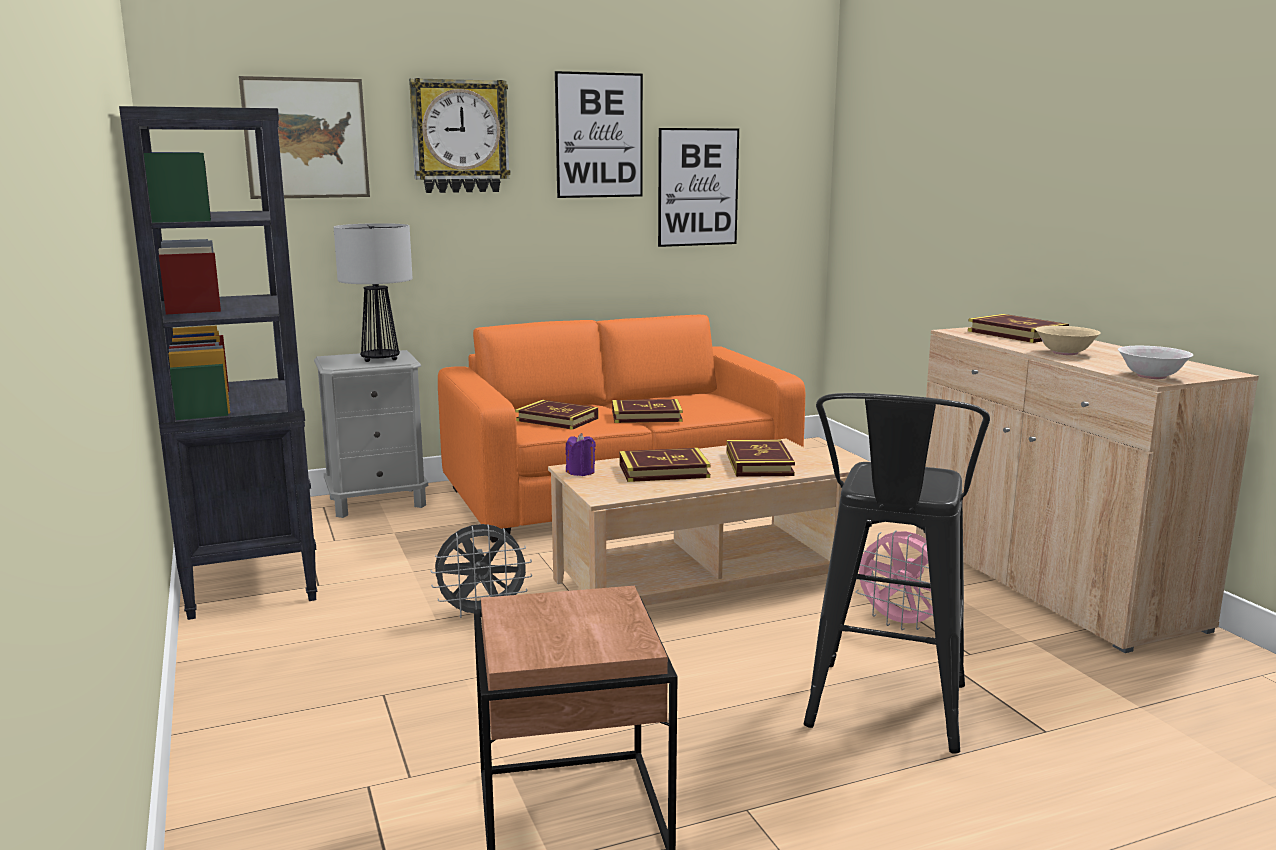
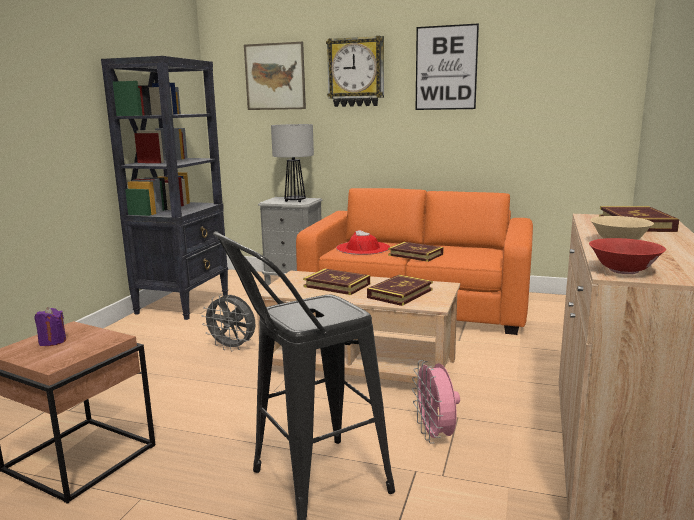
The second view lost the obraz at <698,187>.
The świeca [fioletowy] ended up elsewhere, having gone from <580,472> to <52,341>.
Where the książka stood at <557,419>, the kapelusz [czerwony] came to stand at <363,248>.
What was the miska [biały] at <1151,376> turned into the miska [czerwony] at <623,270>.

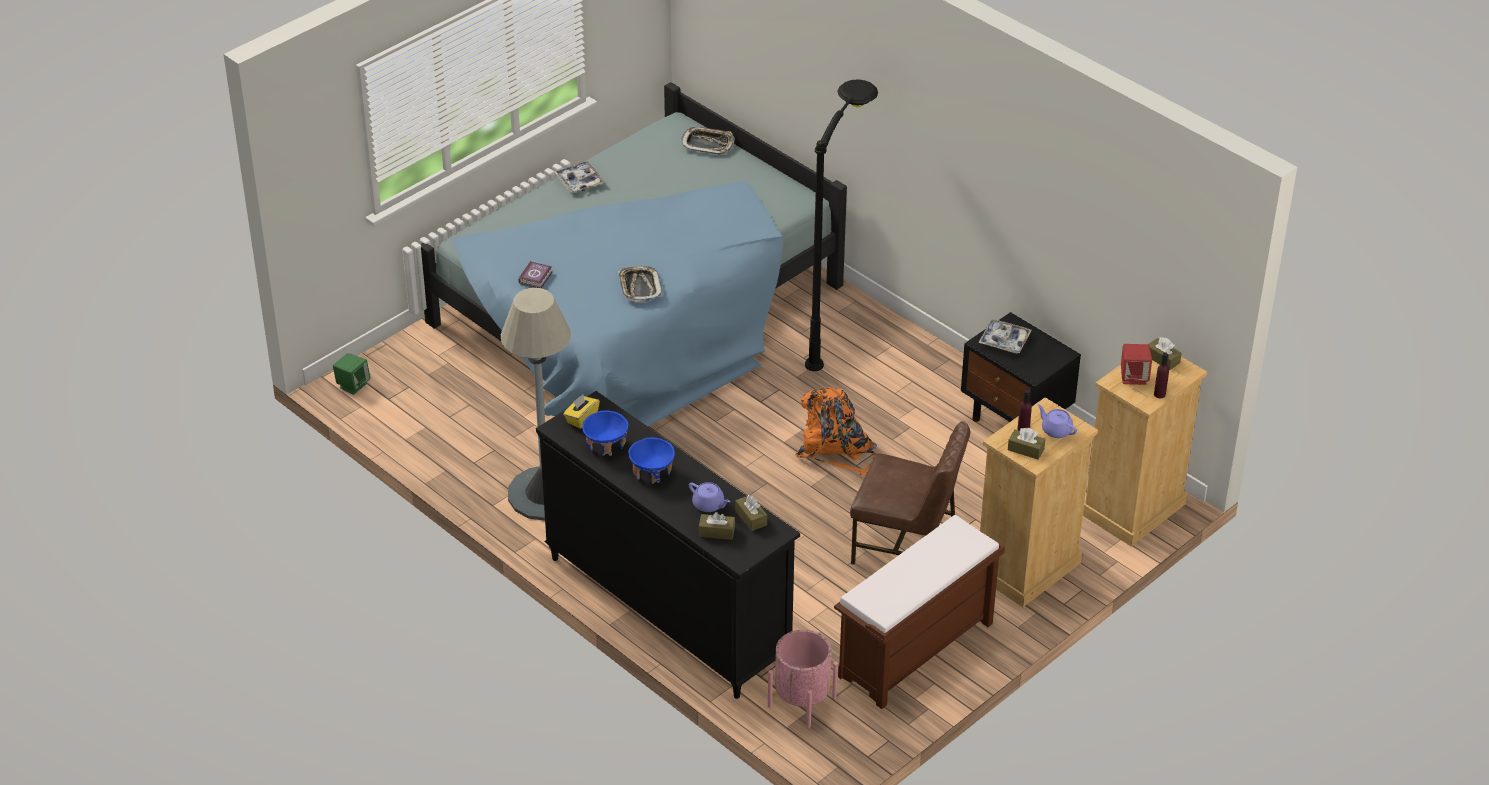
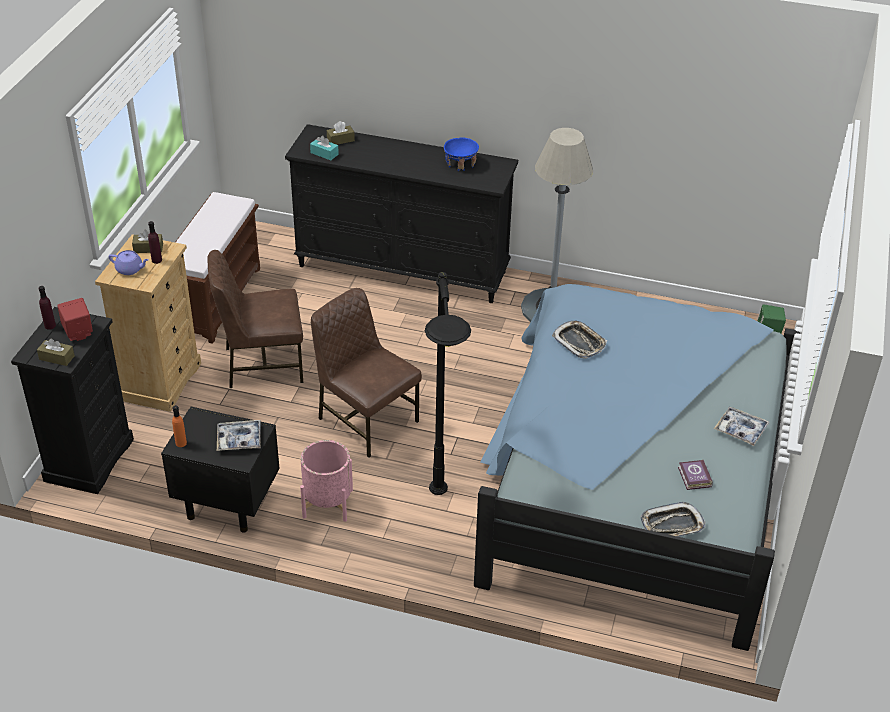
The second view lost the pudełko chusteczek [żółty] at <581,418>.
The second view lost the miska [niebieski] at <652,472>.
The second view lost the imbryk [fioletowy] at <709,505>.
The second view gained the butelka [pomarańczowy] at <181,443>.
The książka ended up elsewhere, having gone from <536,277> to <694,478>.
The donica [różowy] ended up elsewhere, having gone from <802,701> to <328,503>.
Where the plecak [pomarańczowy] stood at <836,449>, the krzesło [brązowy] came to stand at <366,419>.
What was the pudełko chusteczek [brązowy] at <751,518> turned into the pudełko chusteczek [turkusowy] at <324,153>.
What was the komoda [beżowy] at <1133,509> turned into the komoda [czarny] at <89,459>.

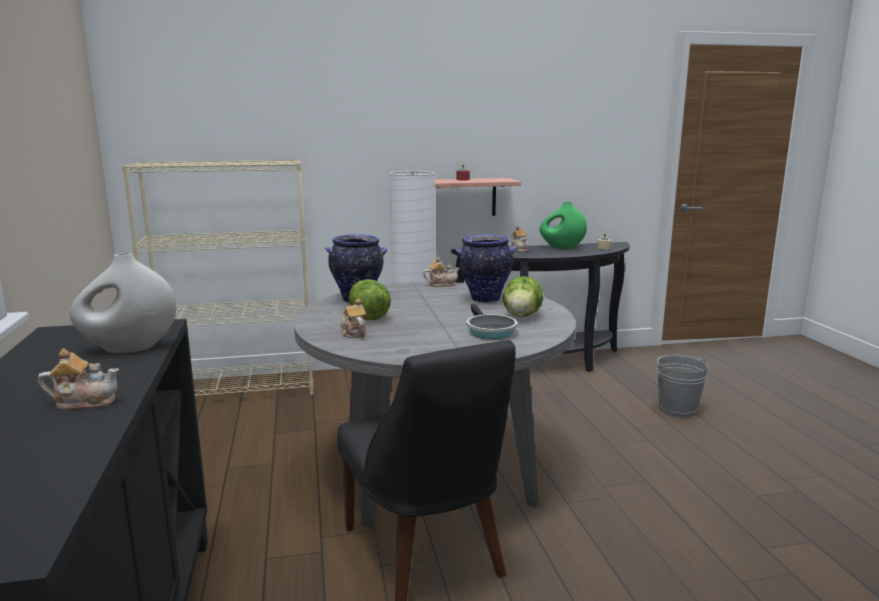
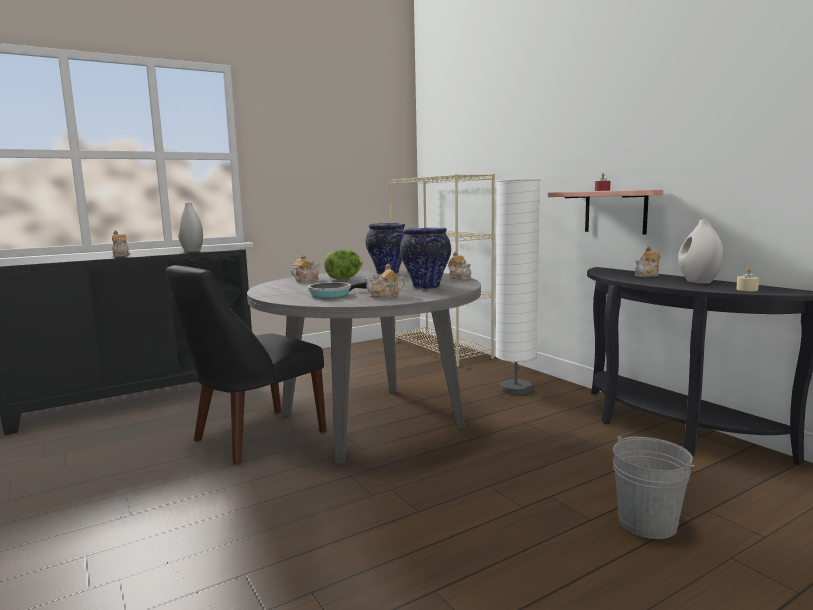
Where the sałata stood at <522,316>, the imbryk came to stand at <385,296>.
What was the wazon [zielony] at <562,248> turned into the wazon [biały] at <697,281>.

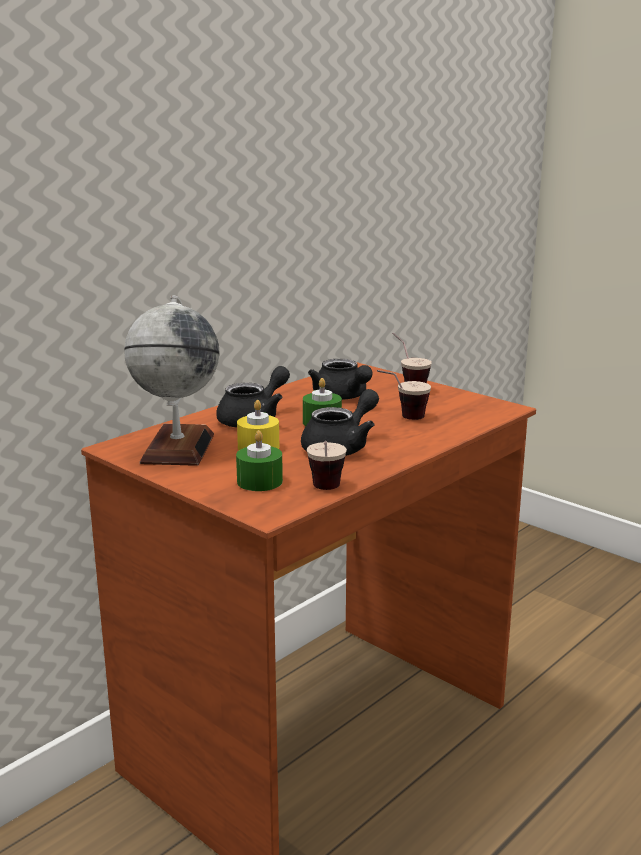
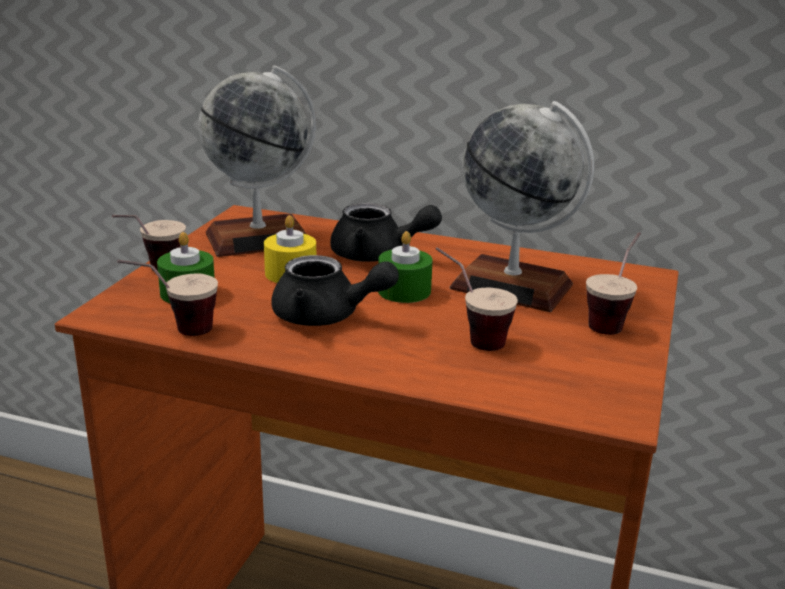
The second view gained the filiżanka at <152,274>.
Where the imbryk [czarny] stood at <342,397>, the globus came to stand at <512,286>.

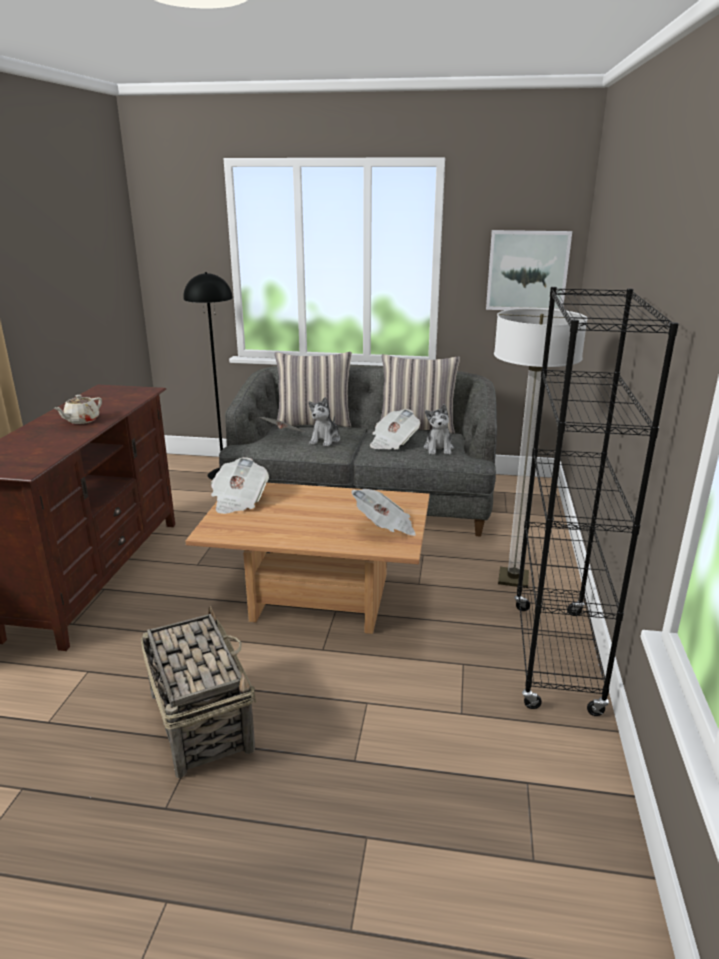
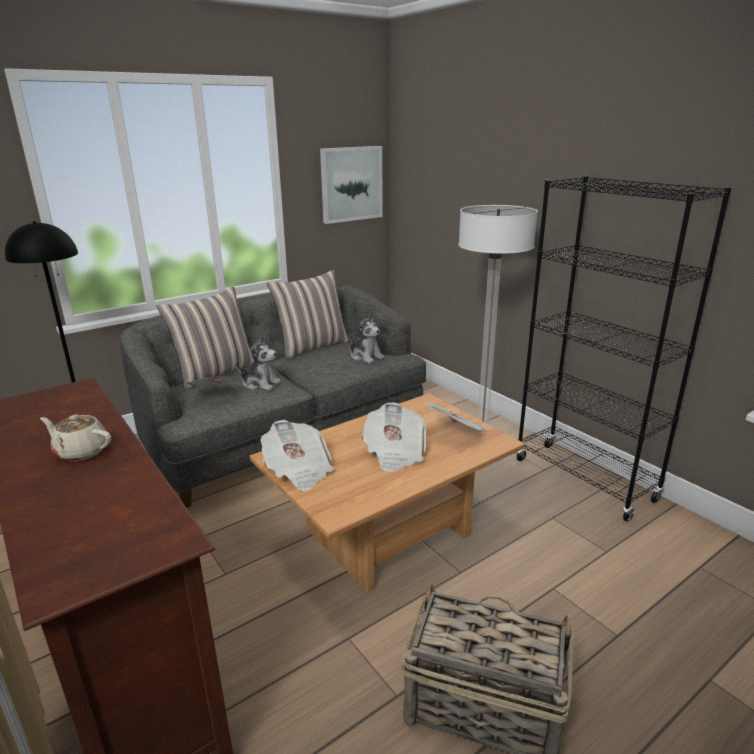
The gazeta ended up elsewhere, having gone from <392,443> to <394,453>.
The imbryk [beżowy] at <81,420> ended up facing another way, 120 degrees clockwise from before.
The pluszak at <325,440> ended up facing another way, 45 degrees counterclockwise from before.

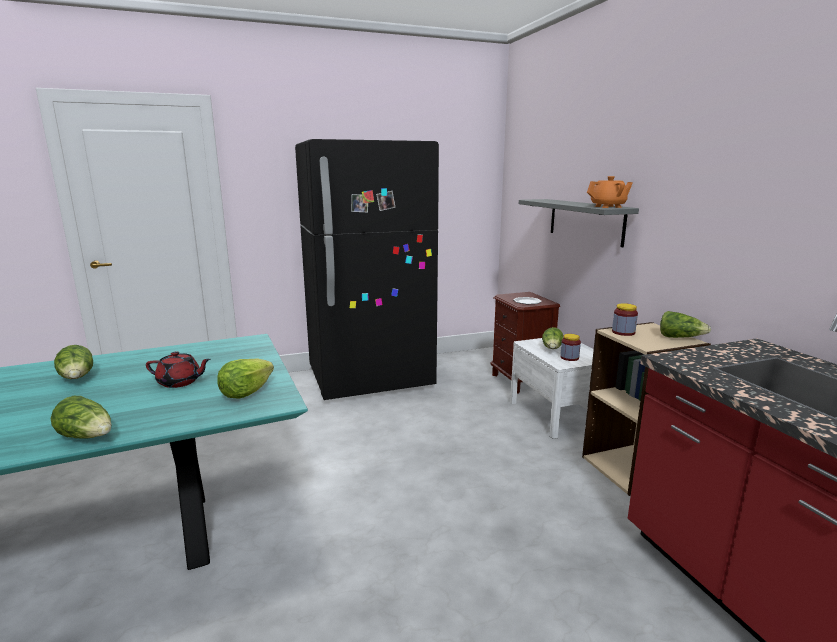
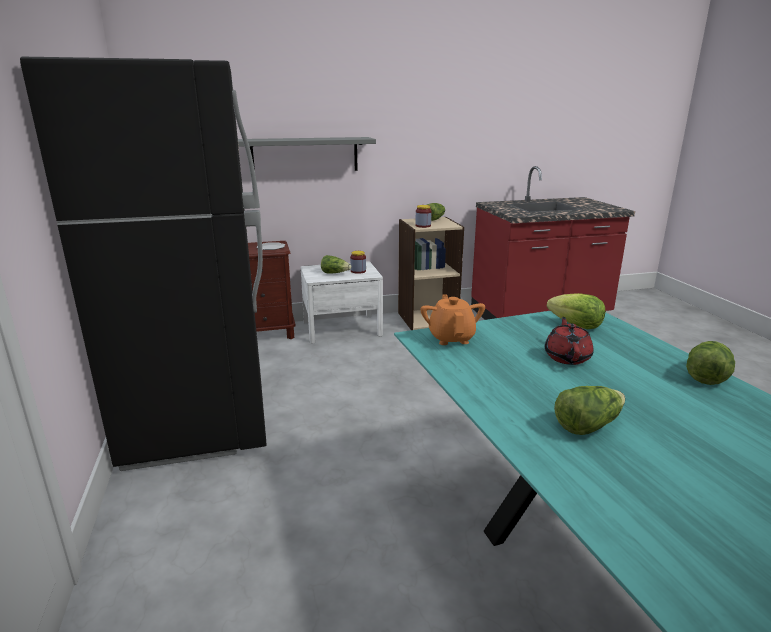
The imbryk [pomarańczowy] ended up elsewhere, having gone from <608,207> to <451,338>.

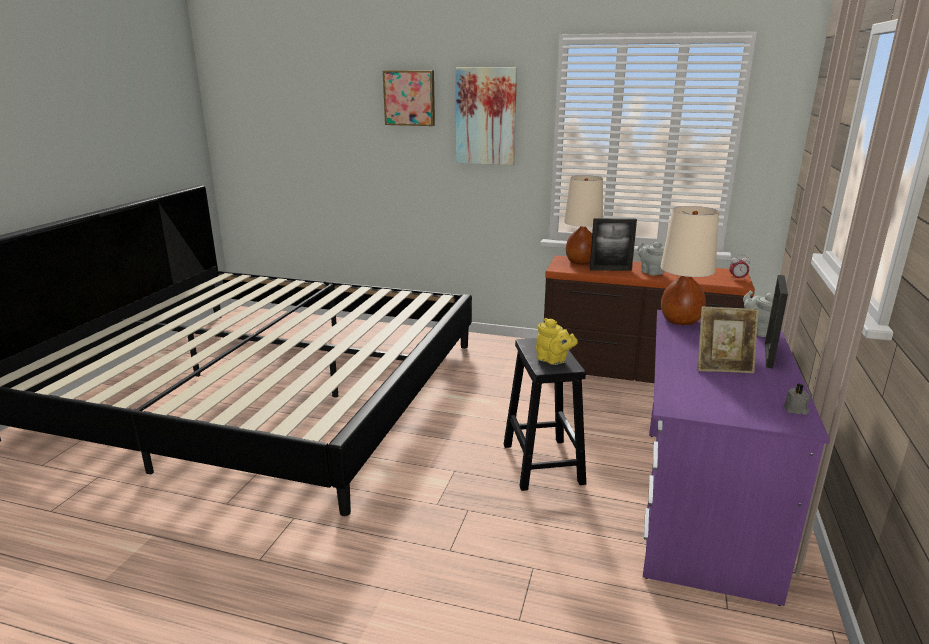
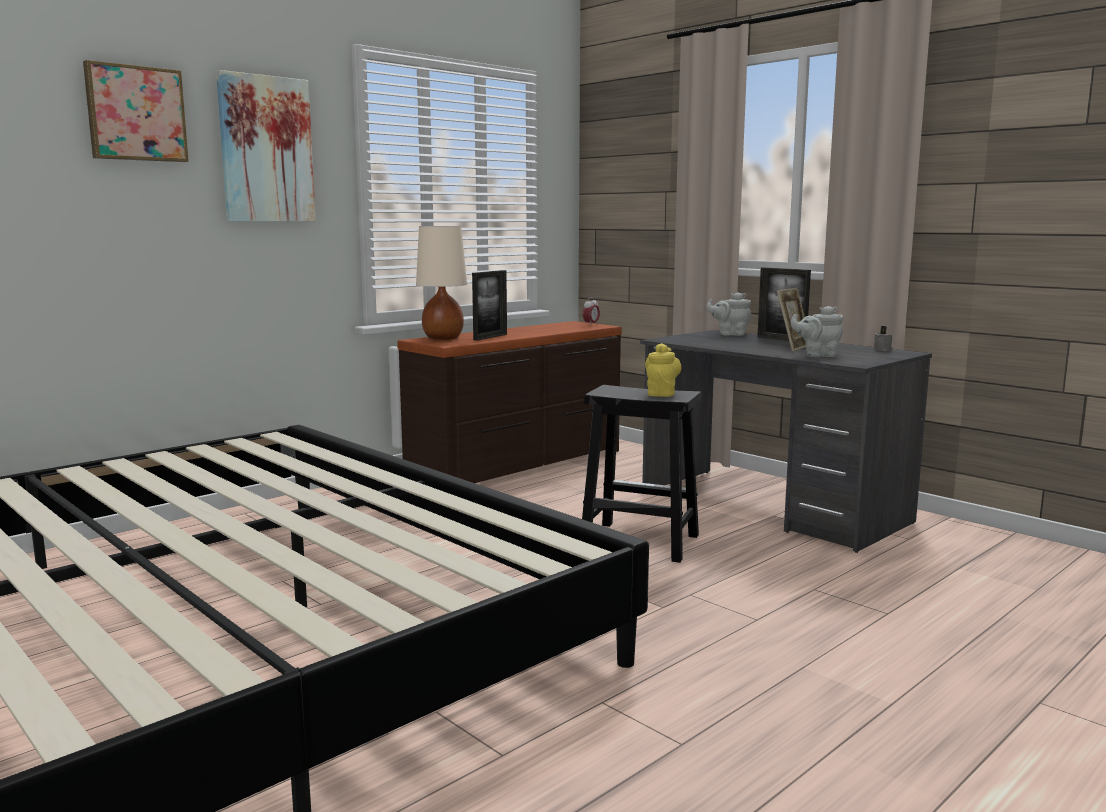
The second view lost the lampa stołowa [beżowy] at <681,320>.
The imbryk [szary] ended up elsewhere, having gone from <650,272> to <817,355>.
What was the biurko [fioletowy] at <702,505> turned into the biurko [szary] at <771,507>.
The imbryk [żółty] at <553,360> ended up facing another way, 60 degrees counterclockwise from before.

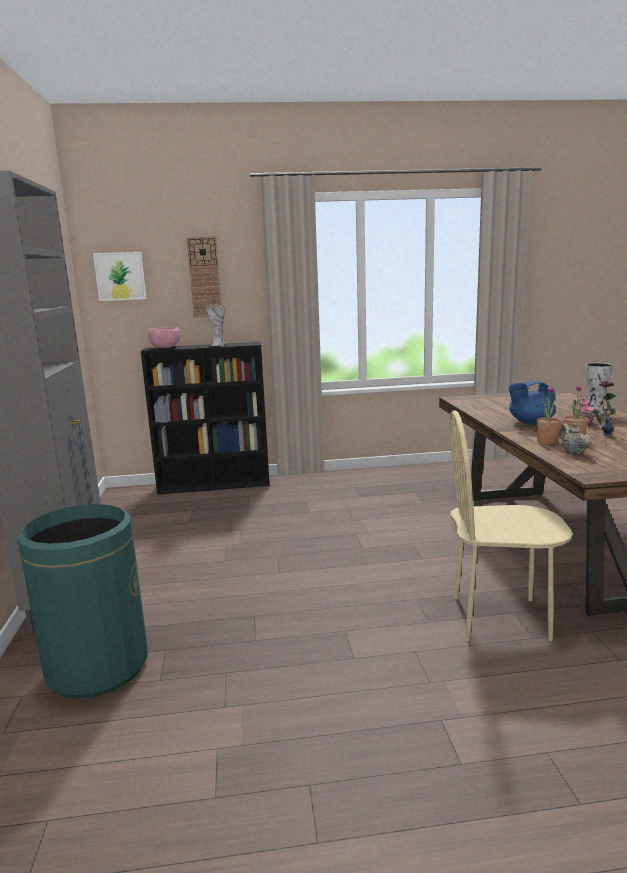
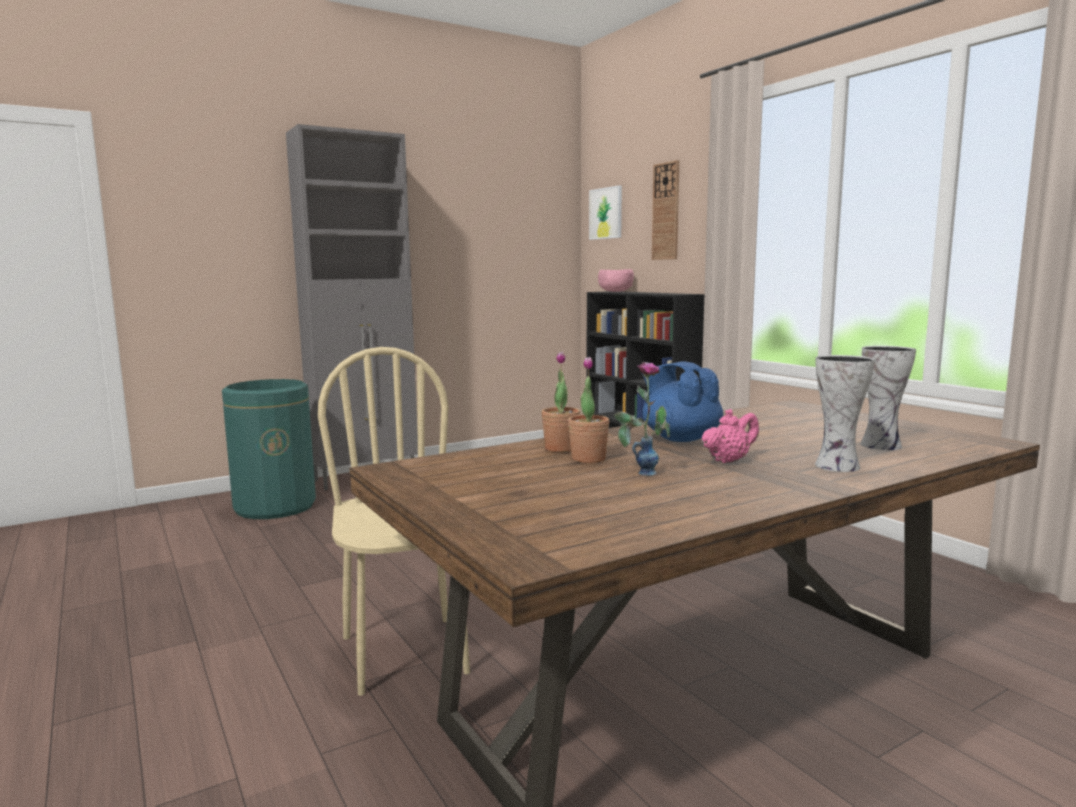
The second view lost the imbryk [beżowy] at <572,452>.
The wazon ended up elsewhere, having gone from <218,345> to <881,445>.

